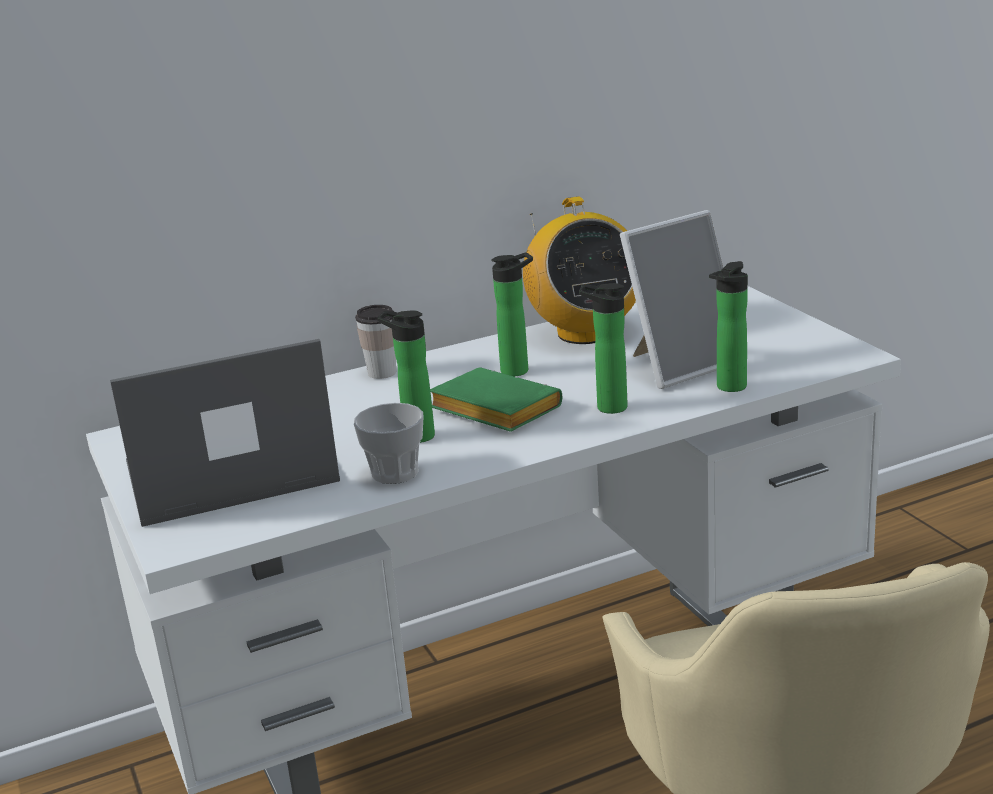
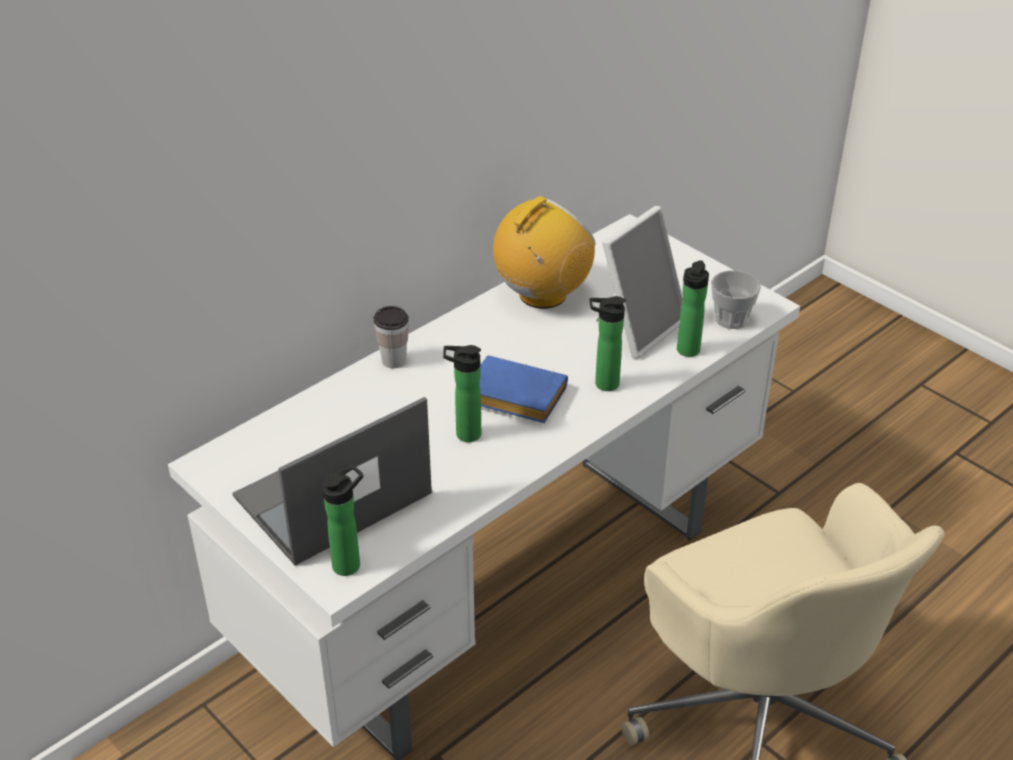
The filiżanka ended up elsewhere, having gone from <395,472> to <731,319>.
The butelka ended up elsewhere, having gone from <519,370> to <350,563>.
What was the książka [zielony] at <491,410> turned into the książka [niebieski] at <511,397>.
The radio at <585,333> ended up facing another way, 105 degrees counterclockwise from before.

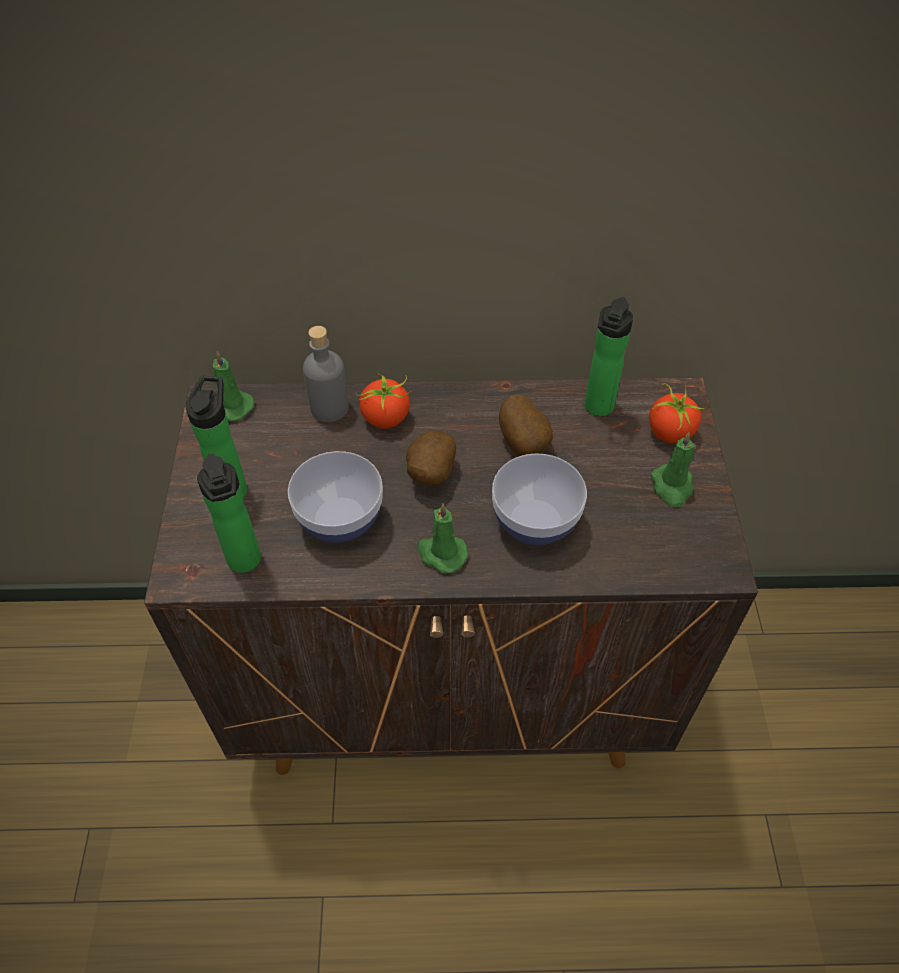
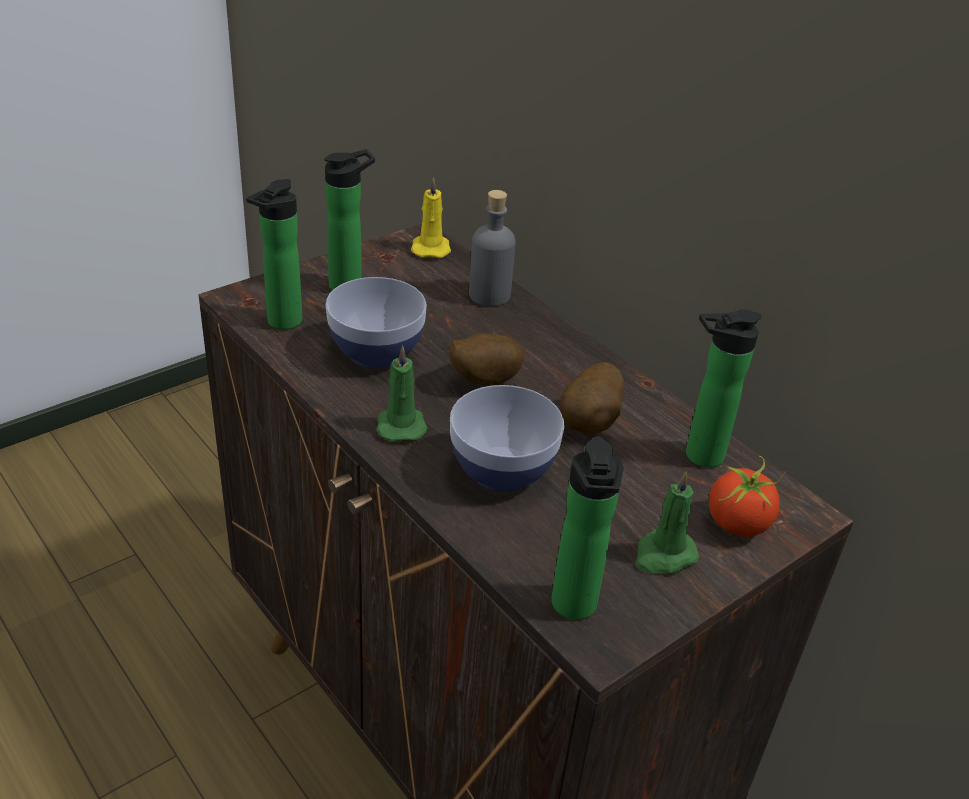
The second view lost the pomidor at <386,418>.
The second view gained the butelka at <574,609>.
What was the świeca [zielony] at <231,406> turned into the świeca [żółty] at <430,248>.

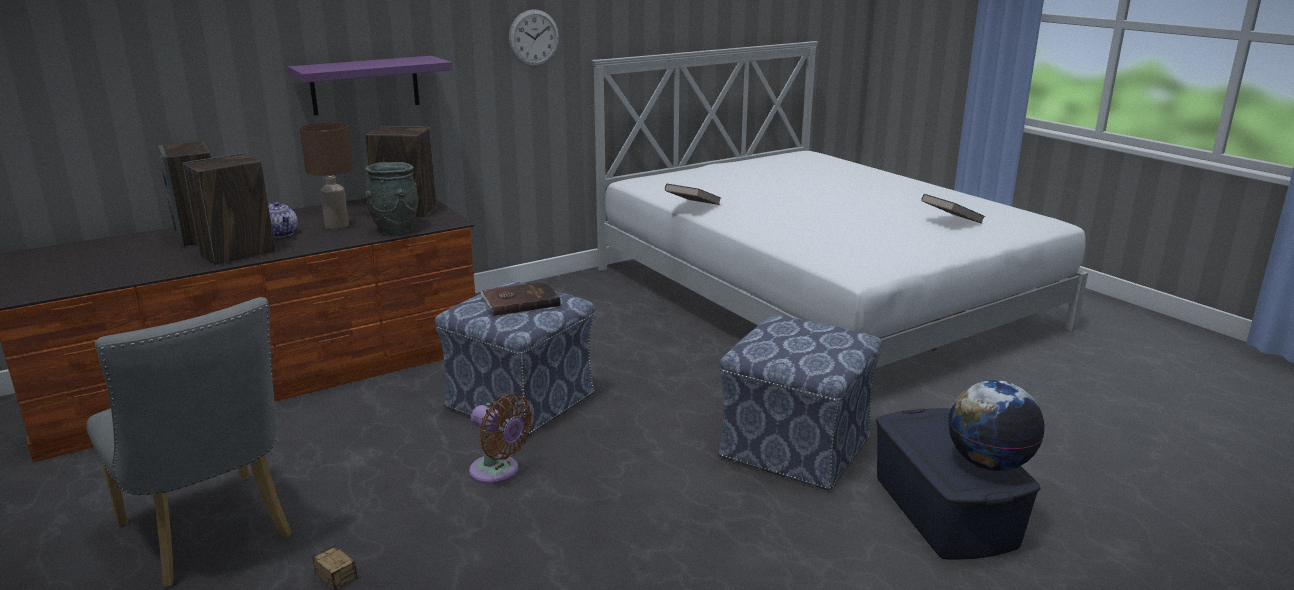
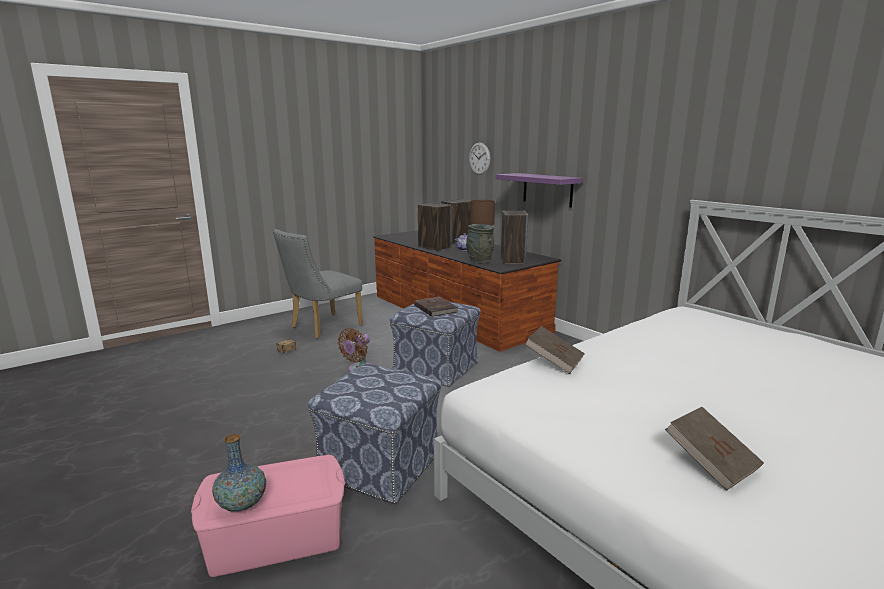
The zegar ścienny ended up elsewhere, having gone from <534,38> to <479,158>.
The książka [brązowy] ended up elsewhere, having gone from <692,207> to <554,361>.
Where the globus stood at <989,463>, the wazon came to stand at <242,504>.
What was the pojemnik do przechowywania [niebieski] at <943,511> turned into the pojemnik do przechowywania [różowy] at <276,537>.

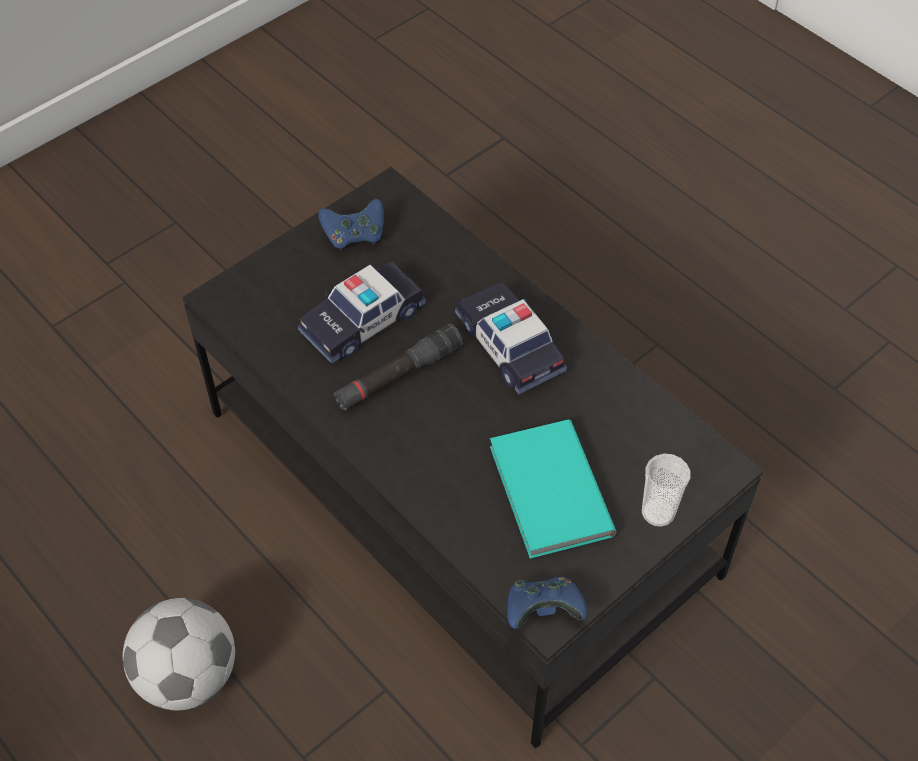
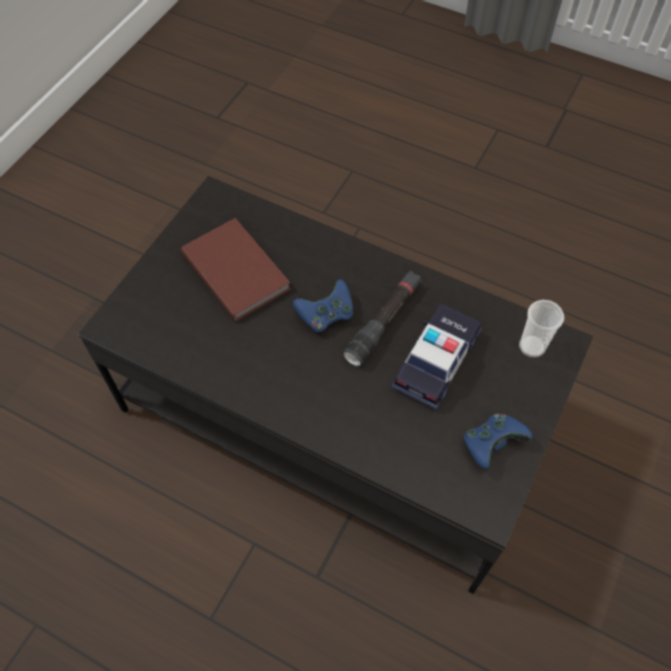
The second view lost the piłka futbolowa at <188,676>.
The second view lost the samochodzik at <509,345>.
The pad do gier [niebieski] ended up elsewhere, having gone from <543,610> to <326,315>.
The filiżanka ended up elsewhere, having gone from <658,512> to <532,346>.
What was the książka [turkusowy] at <548,493> turned into the książka [brązowy] at <237,269>.

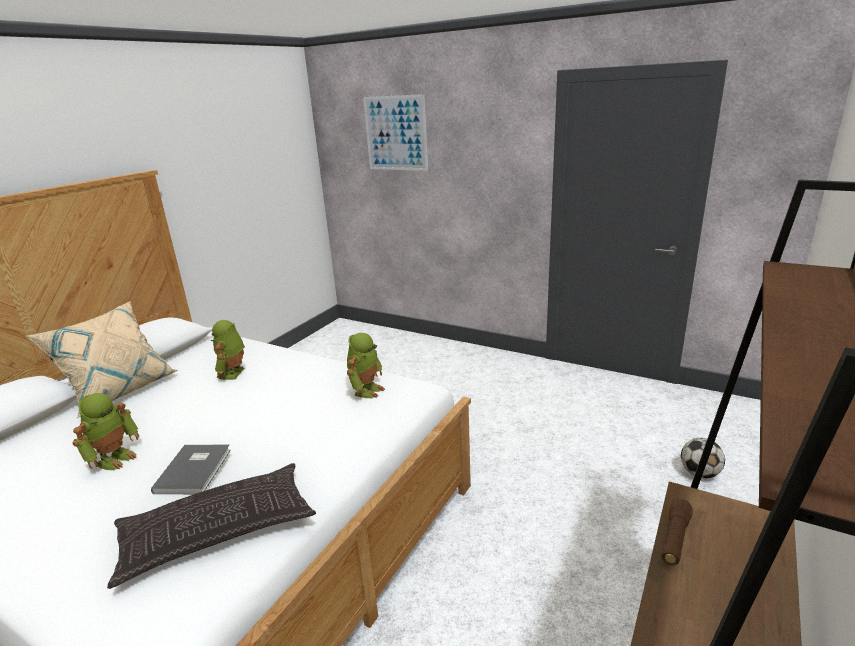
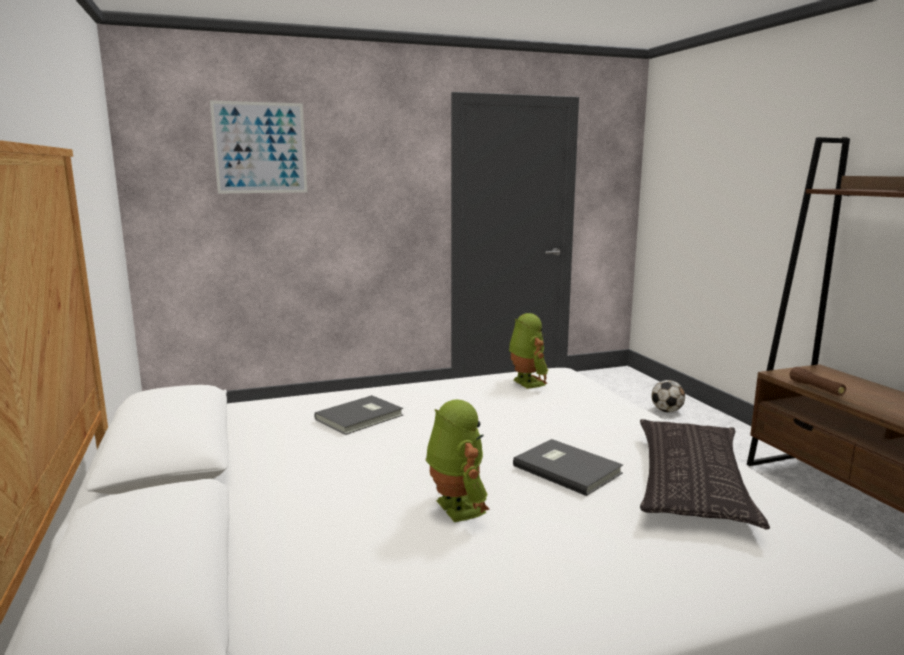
The second view lost the poduszka [beżowy] at <119,390>.
Where the robot zabawkowy stood at <234,373>, the książka [szary] came to stand at <361,417>.

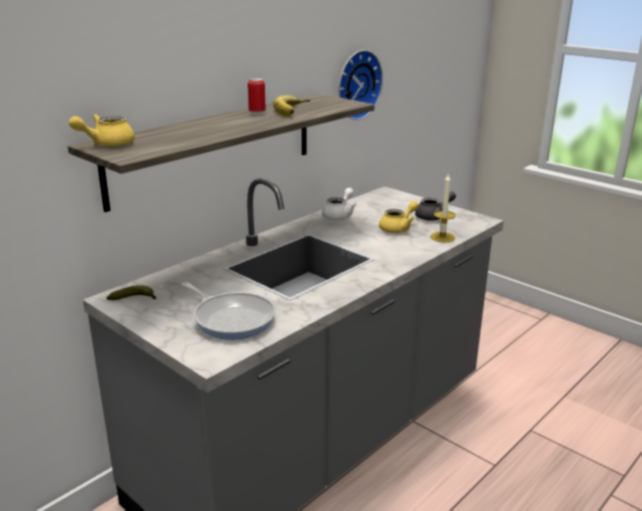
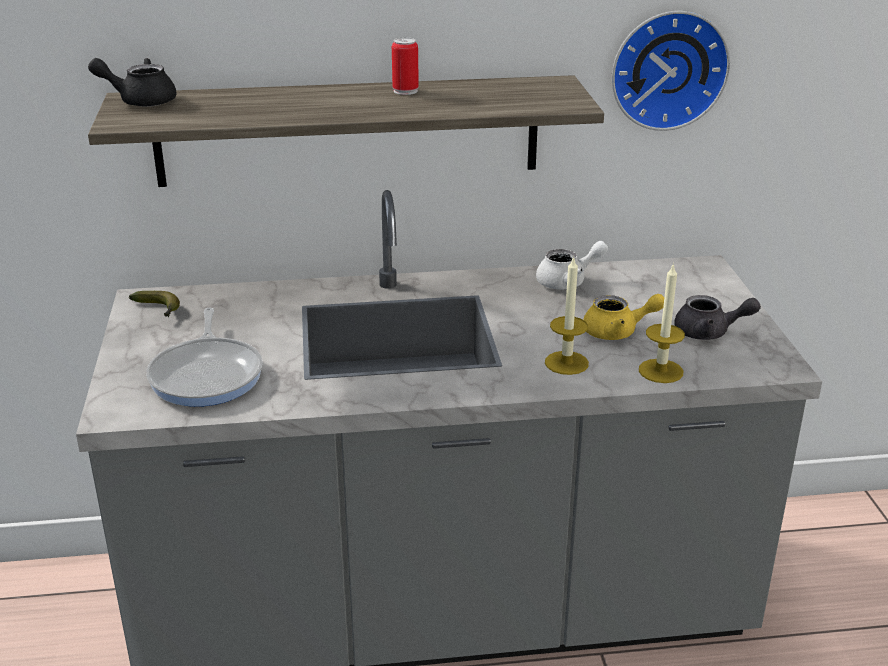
The second view lost the banan at <294,110>.
The second view gained the świeca at <566,363>.
What was the imbryk [żółty] at <107,144> turned into the imbryk [czarny] at <140,100>.

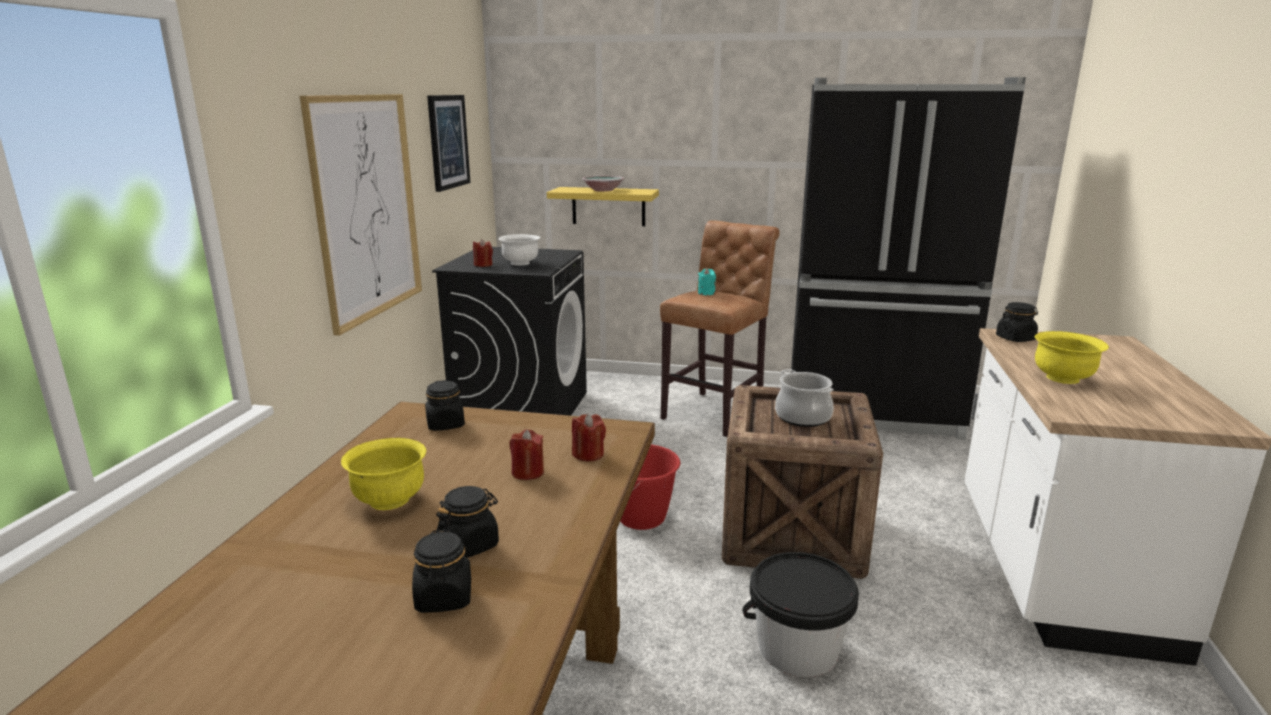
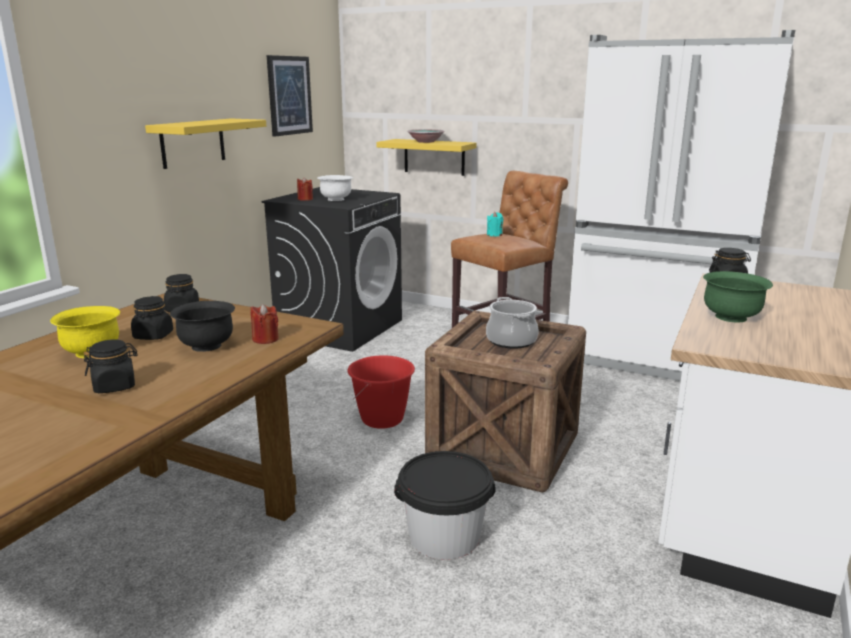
The słoik [czarny] ended up elsewhere, having gone from <444,598> to <153,336>.
Where the obraz hung at <367,207>, the półka [żółty] came to hang at <193,143>.
Where the świeca [czerwony] stood at <528,472>, the miska [czarny] came to stand at <207,346>.
What was the lodówka [czarny] at <873,413> turned into the lodówka [biały] at <653,361>.
What was the miska [żółty] at <1063,378> turned into the miska [zielony] at <731,317>.

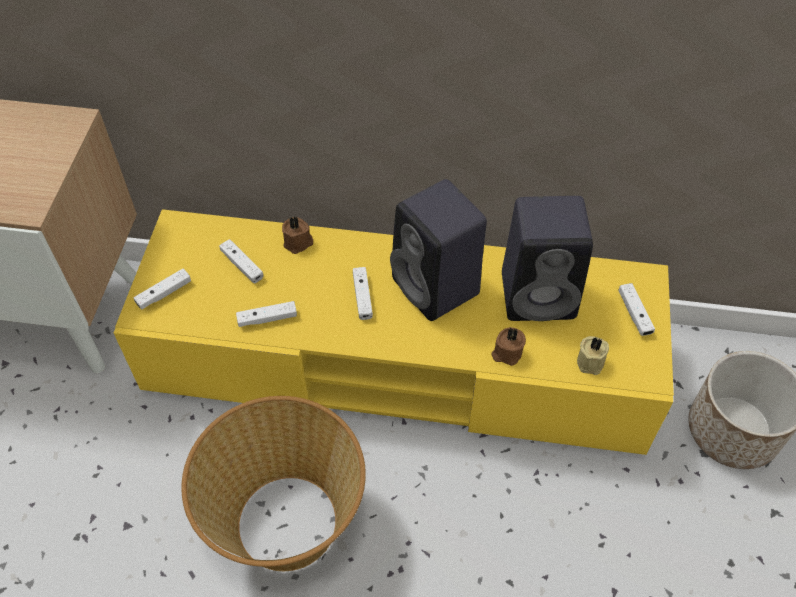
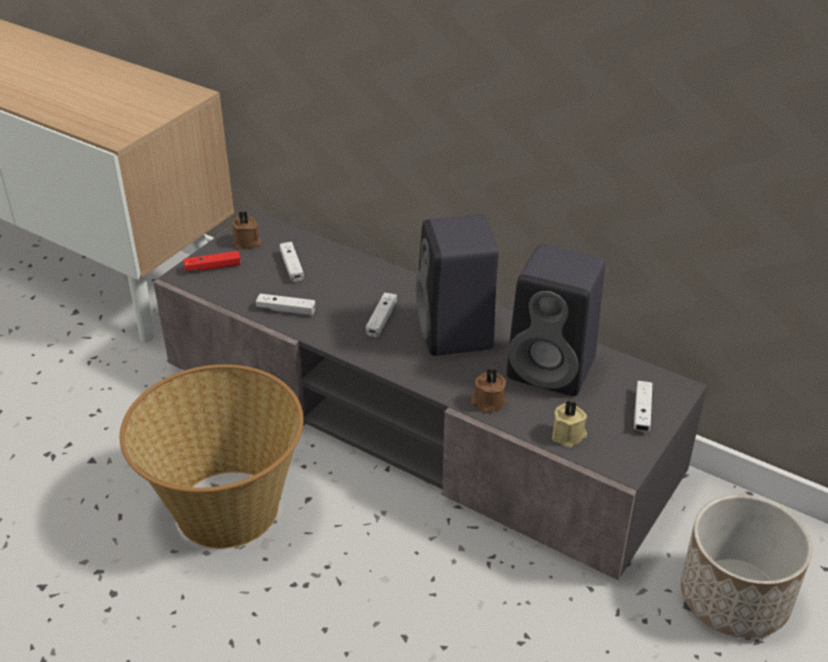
The świeca [brązowy] ended up elsewhere, having gone from <298,243> to <247,243>.
What was the szafka pod telewizor [żółty] at <398,360> turned into the szafka pod telewizor [szary] at <414,418>.
What was the pad do gier [biały] at <164,293> turned into the pad do gier [czerwony] at <213,267>.

